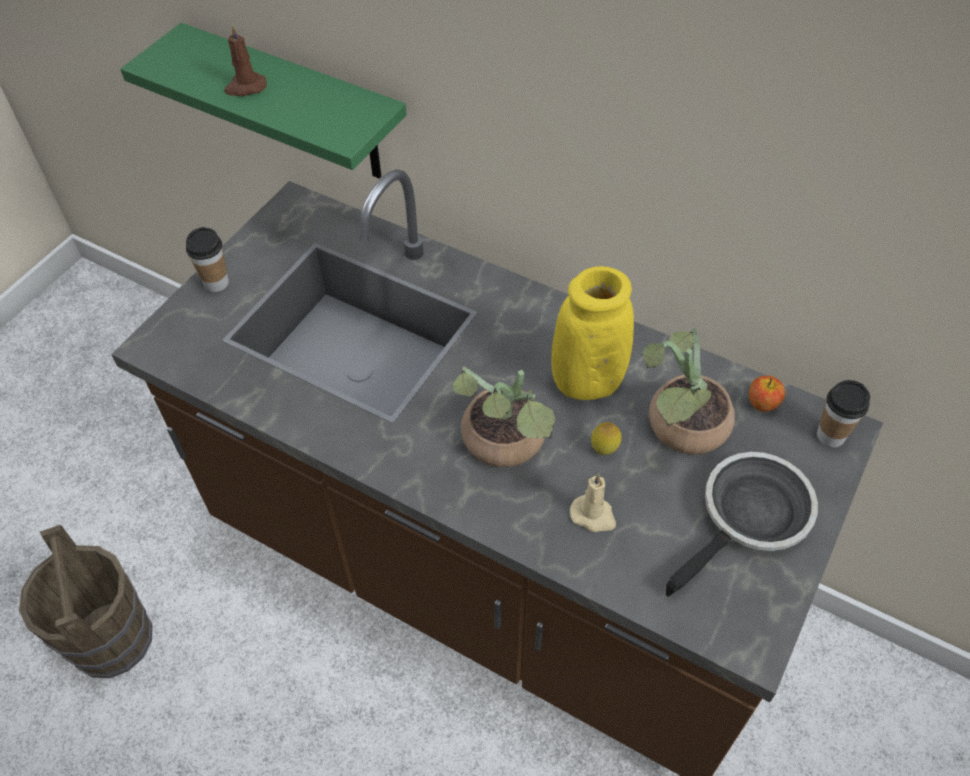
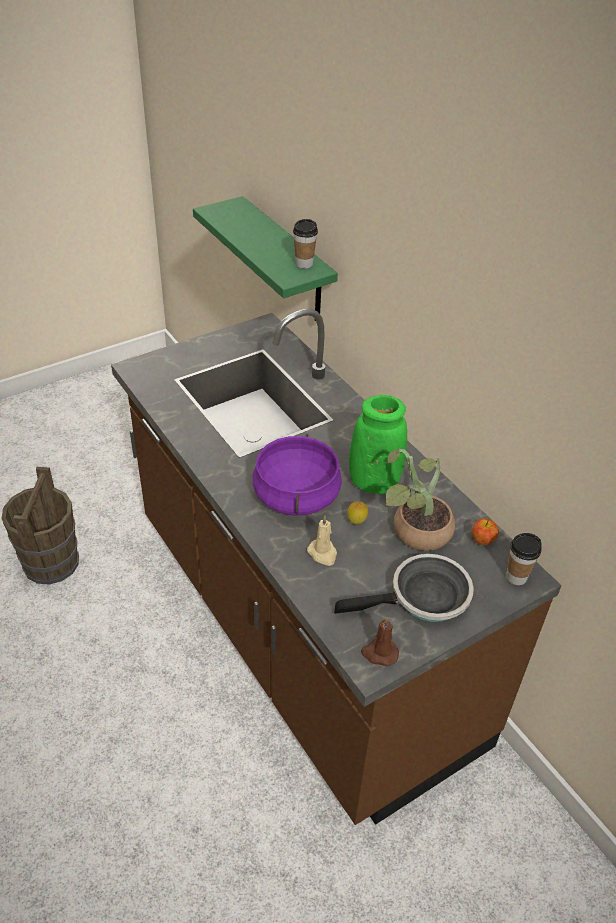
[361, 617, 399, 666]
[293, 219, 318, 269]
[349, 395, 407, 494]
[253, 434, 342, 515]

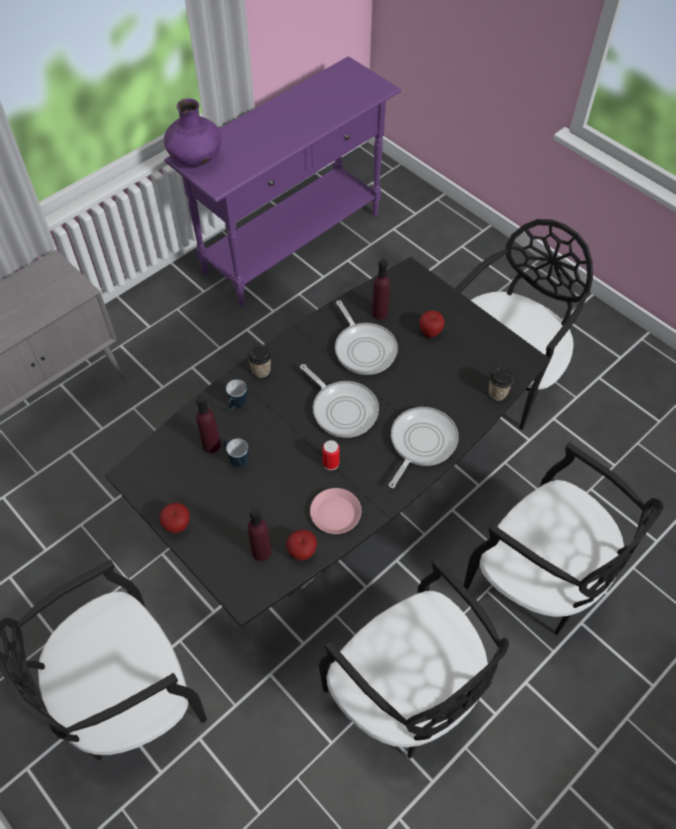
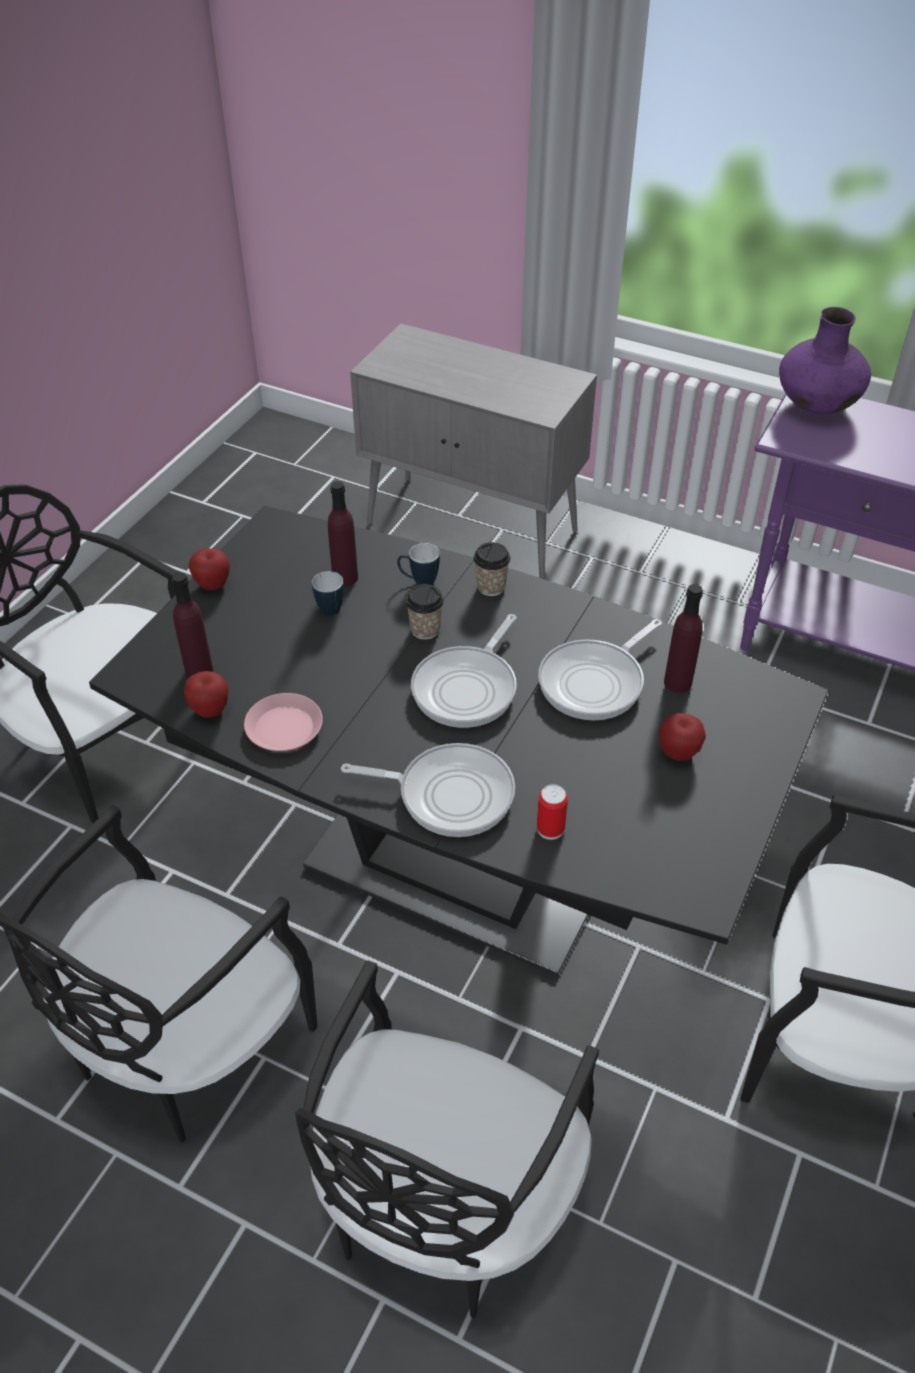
[405, 584, 444, 640]
[536, 784, 568, 840]

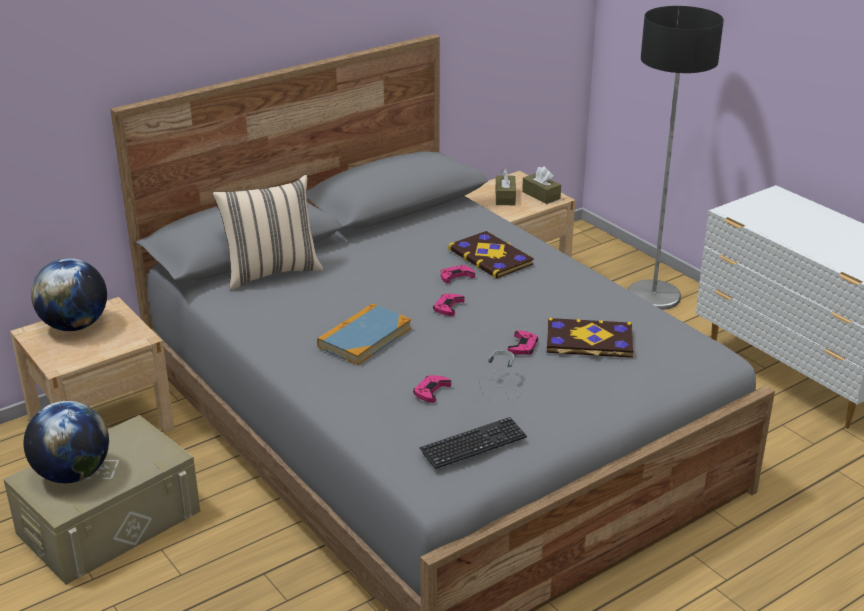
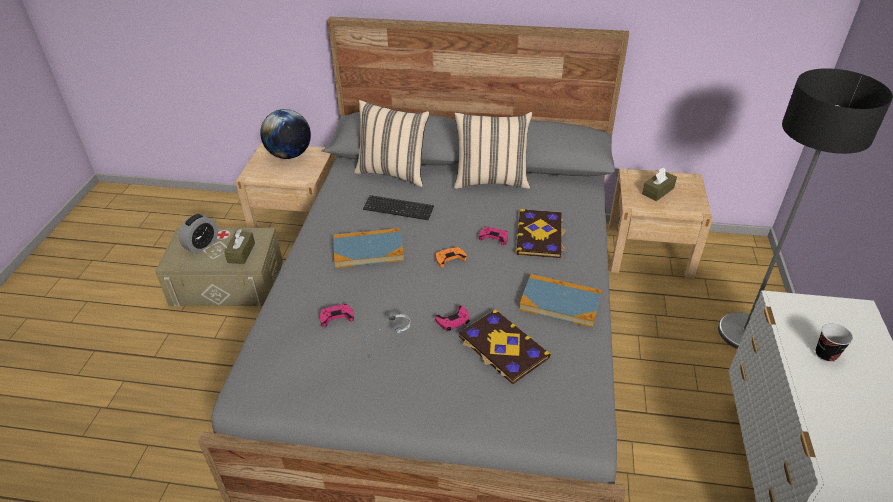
[224, 229, 255, 264]
[436, 247, 467, 267]
[178, 214, 218, 254]
[363, 195, 434, 220]
[454, 112, 532, 189]
[519, 274, 602, 328]
[816, 323, 853, 362]

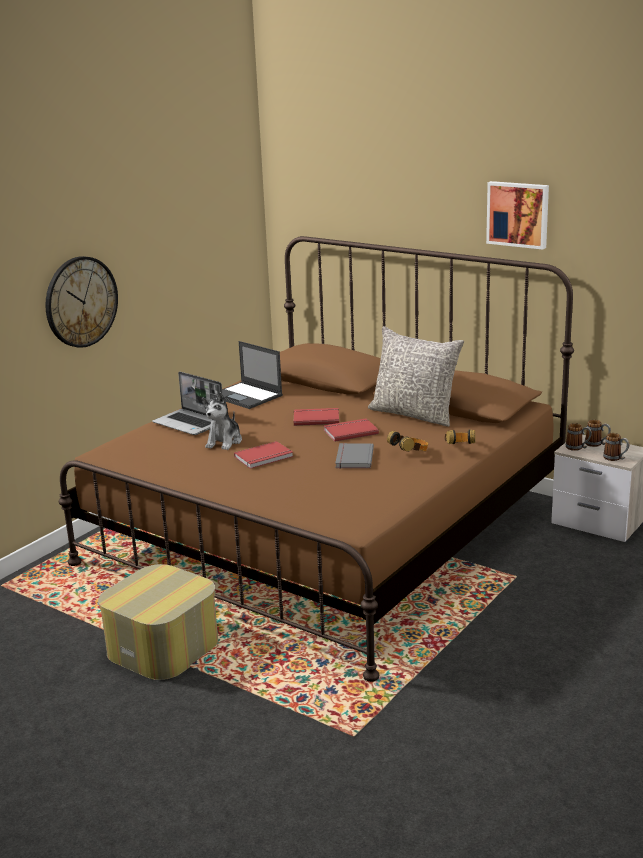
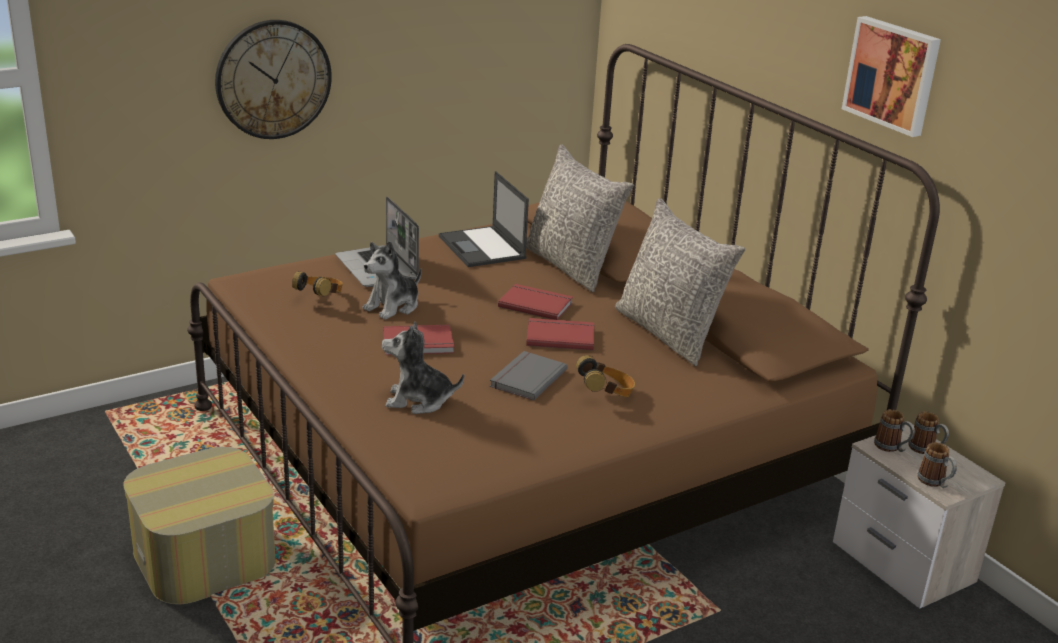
[292, 271, 343, 296]
[526, 144, 634, 292]
[382, 322, 464, 414]

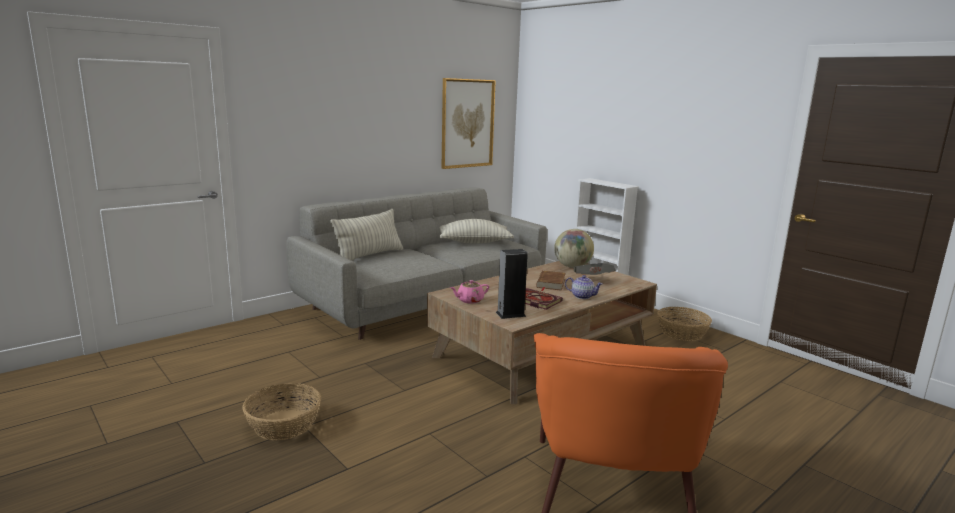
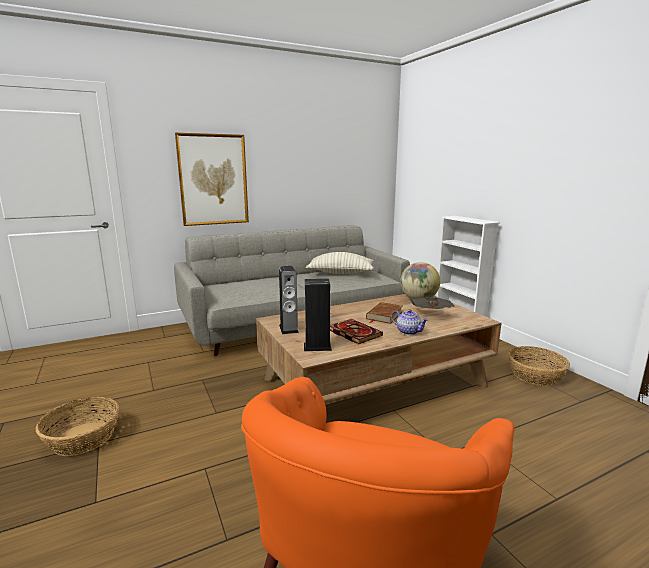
[175, 133, 249, 226]
[330, 209, 403, 260] (first image)
[279, 266, 299, 334]

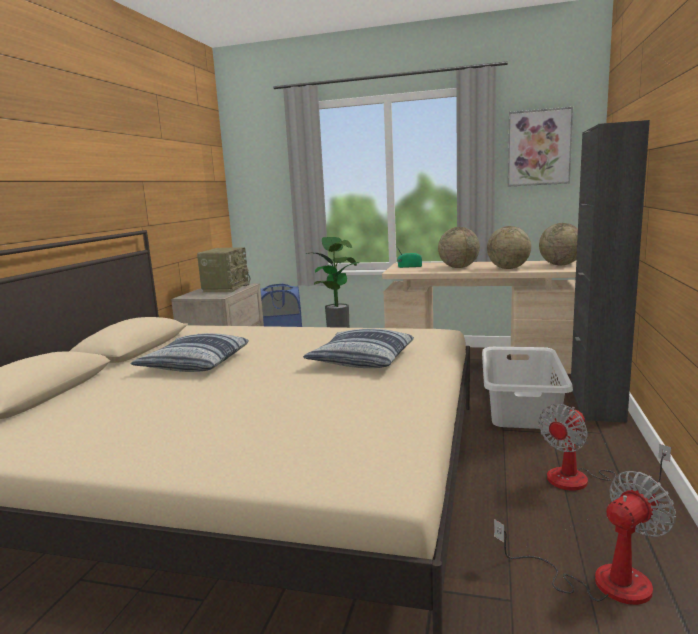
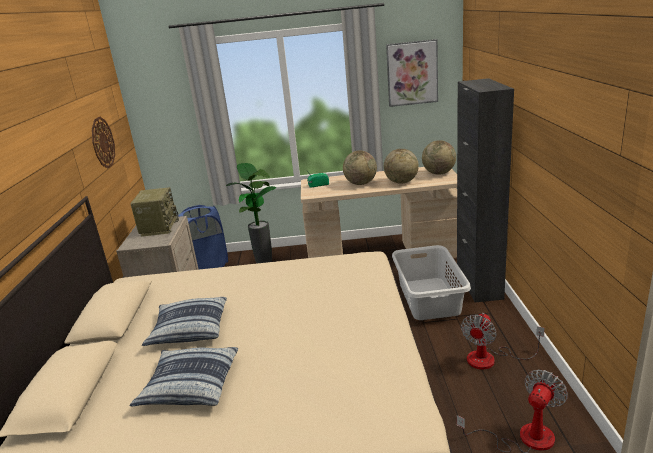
[129, 347, 238, 406]
[92, 117, 115, 168]

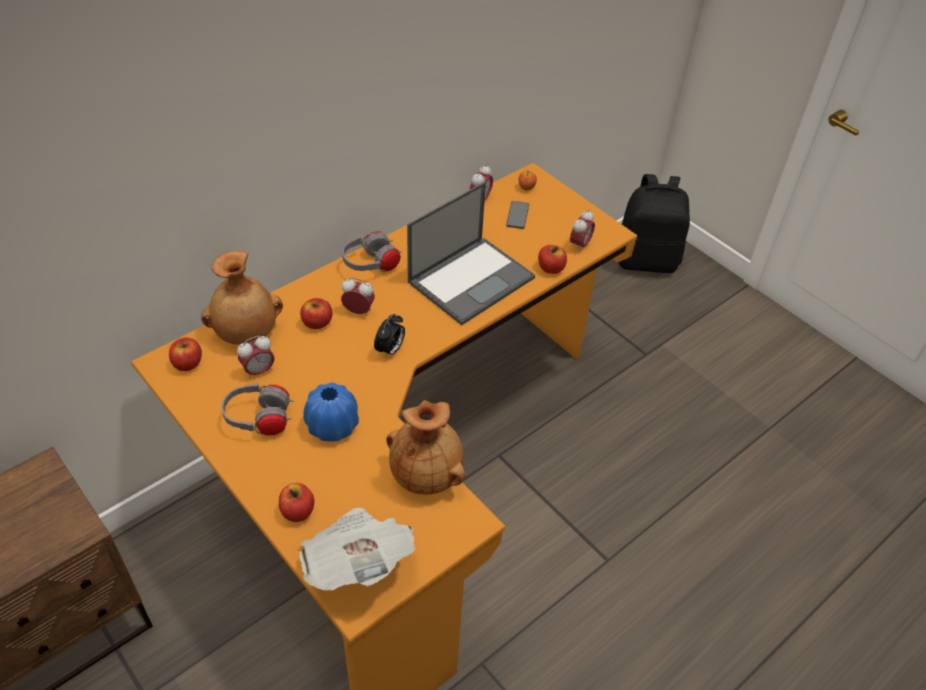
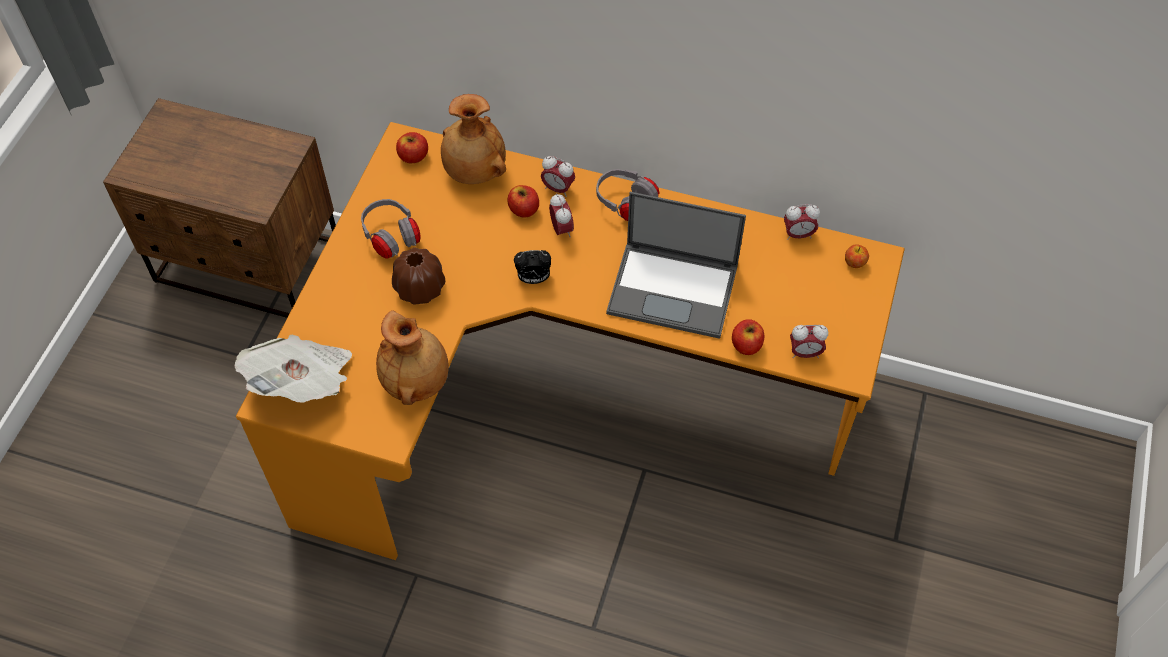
[618, 174, 690, 273] (first image)
[506, 201, 529, 229] (first image)
[541, 156, 575, 197]
[392, 247, 445, 304]
[279, 483, 314, 522] (first image)

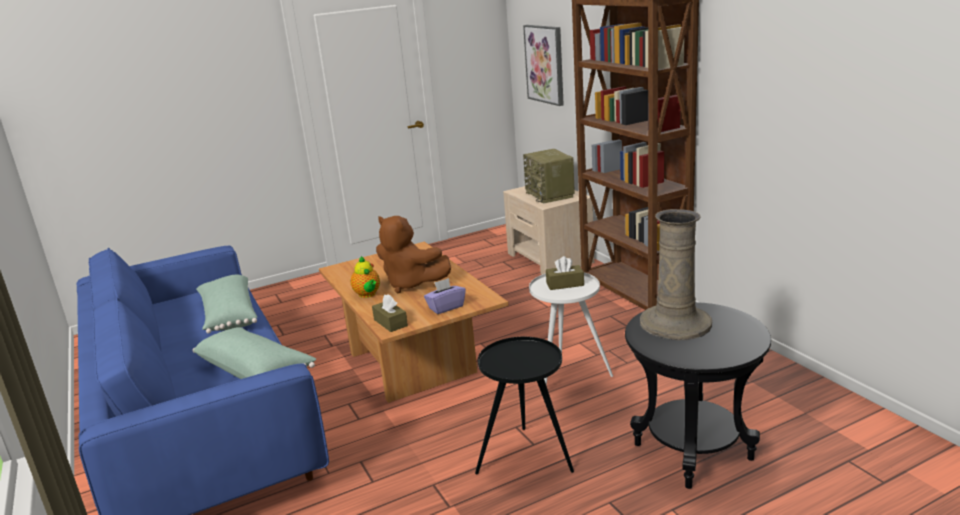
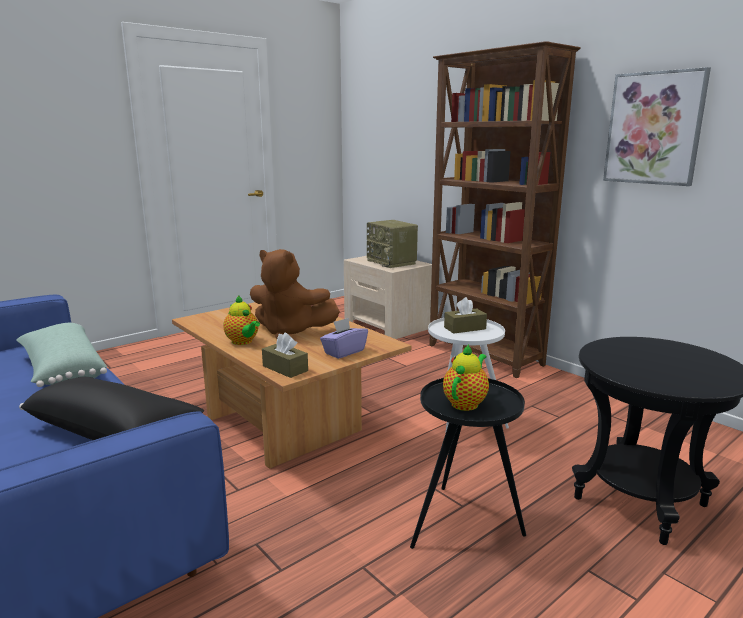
[603, 67, 711, 186]
[640, 209, 712, 340] (first image)
[19, 377, 204, 440]
[443, 344, 489, 411]

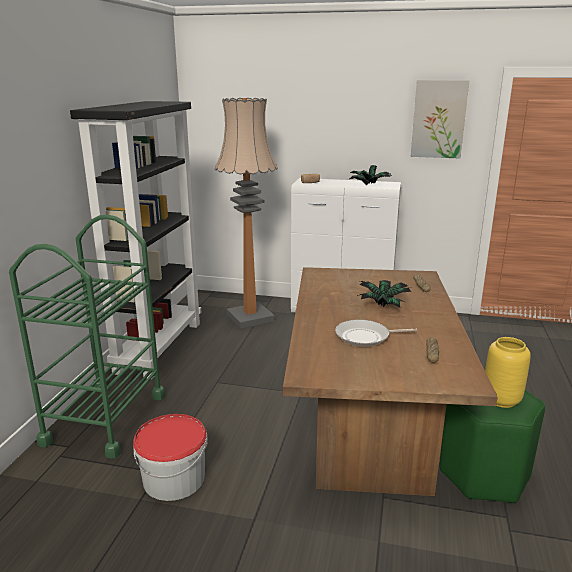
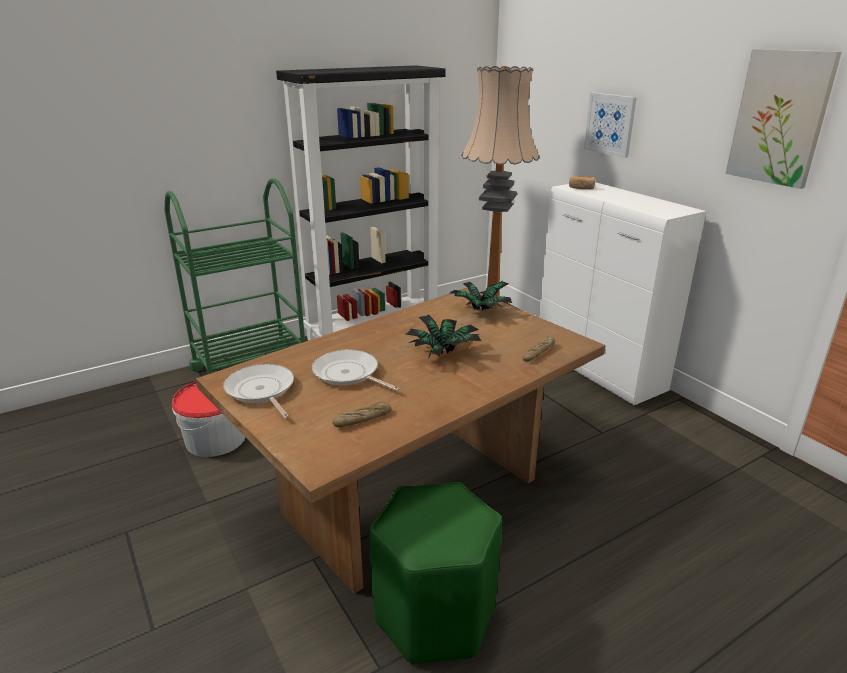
[450, 281, 512, 311]
[485, 337, 531, 408] (first image)
[584, 93, 637, 158]
[224, 364, 294, 419]

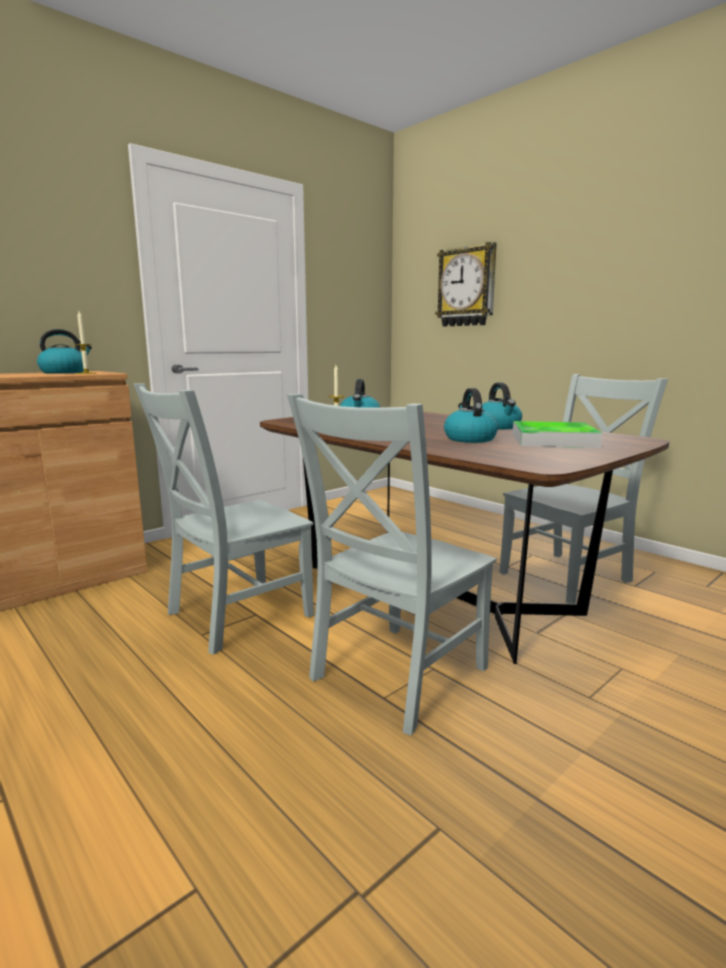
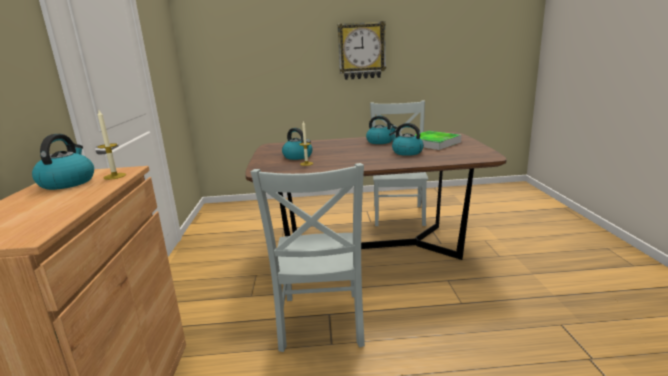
[338, 21, 386, 80]
[287, 394, 497, 736] (first image)

